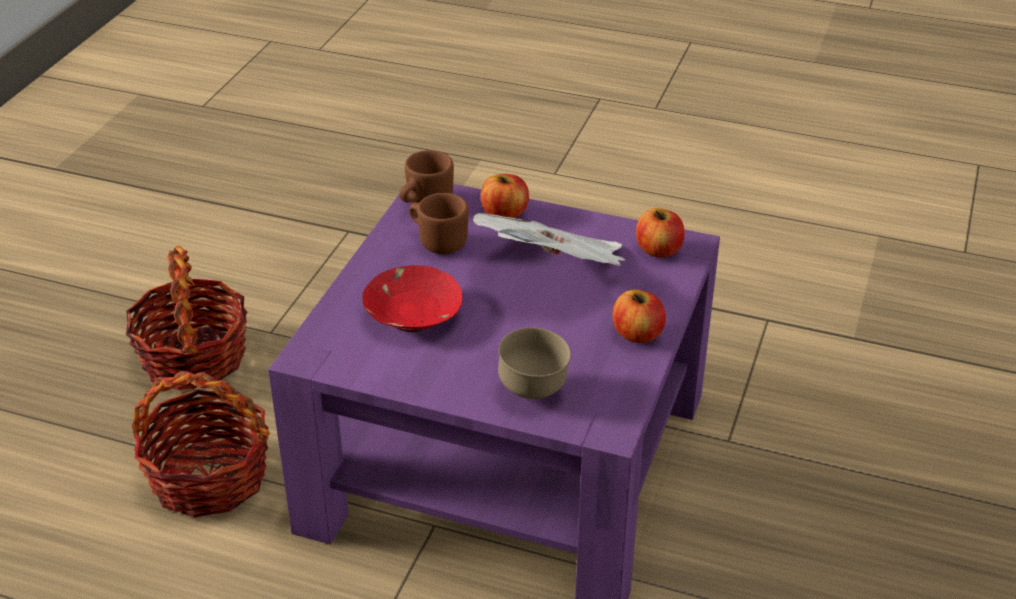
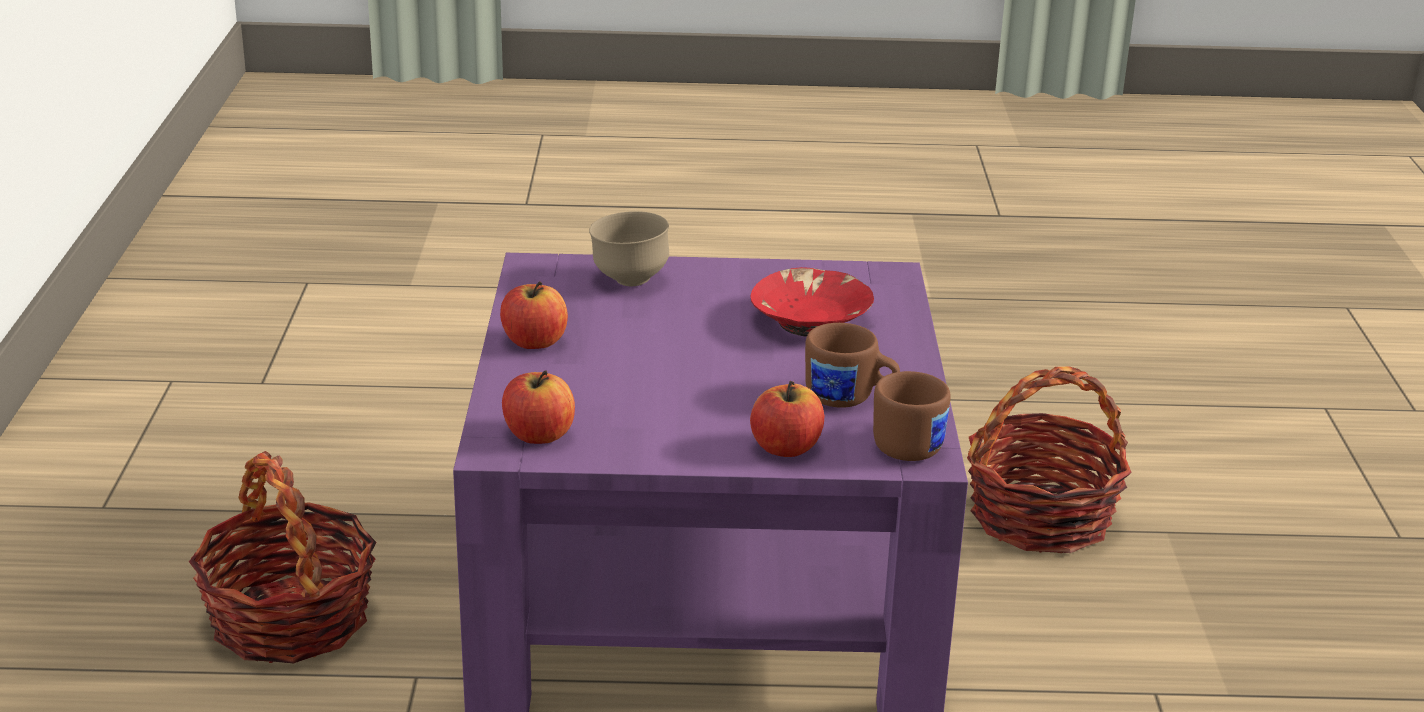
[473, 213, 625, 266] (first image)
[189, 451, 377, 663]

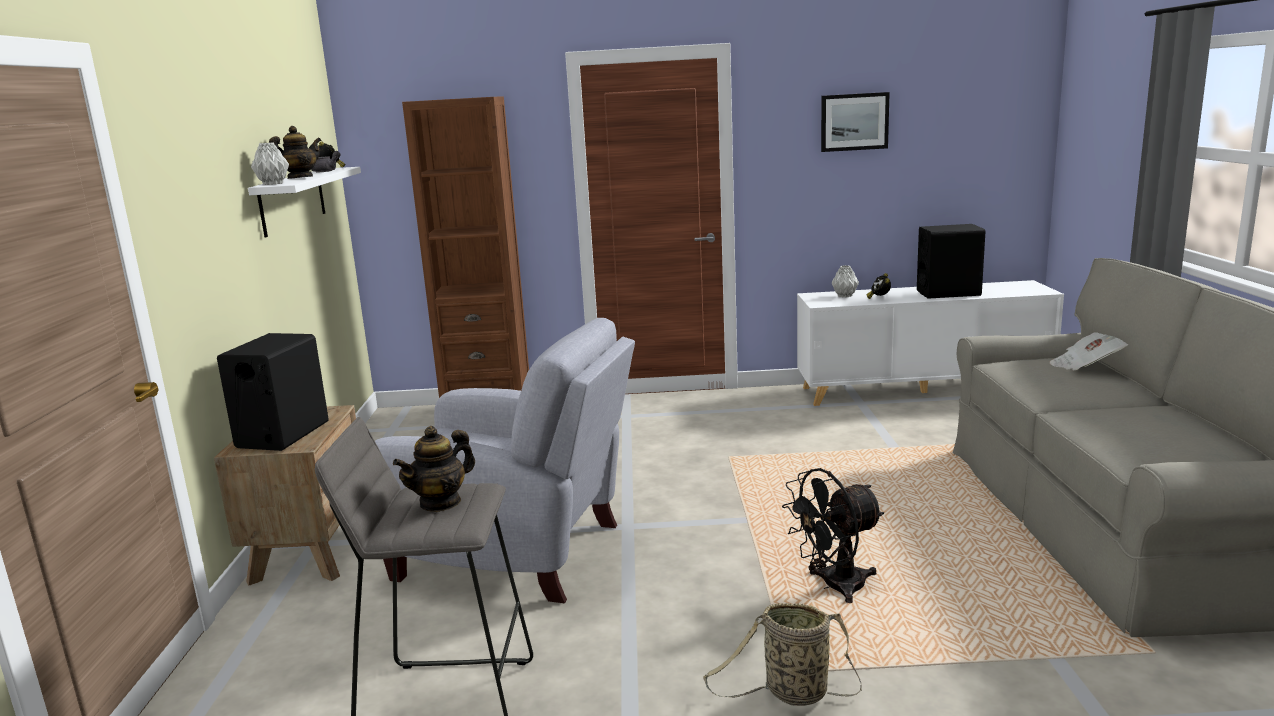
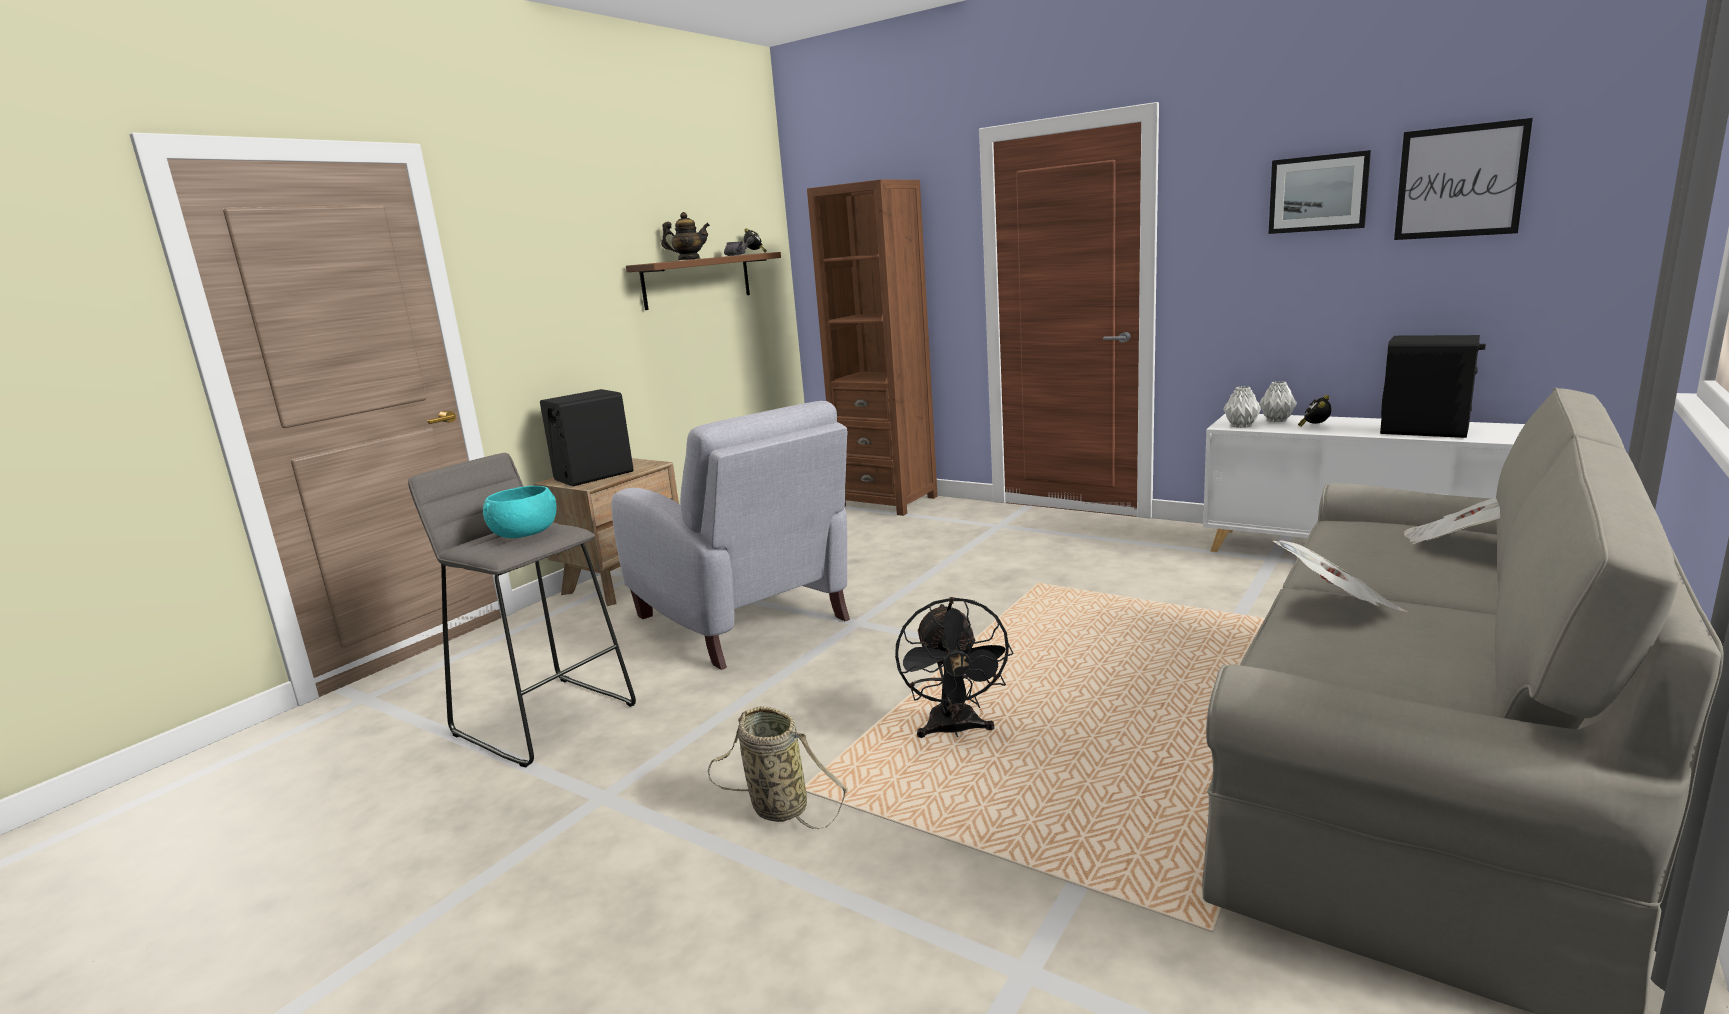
[1223, 386, 1261, 428]
[626, 252, 781, 310]
[483, 486, 556, 538]
[895, 597, 1013, 738]
[1394, 118, 1533, 240]
[1273, 540, 1407, 612]

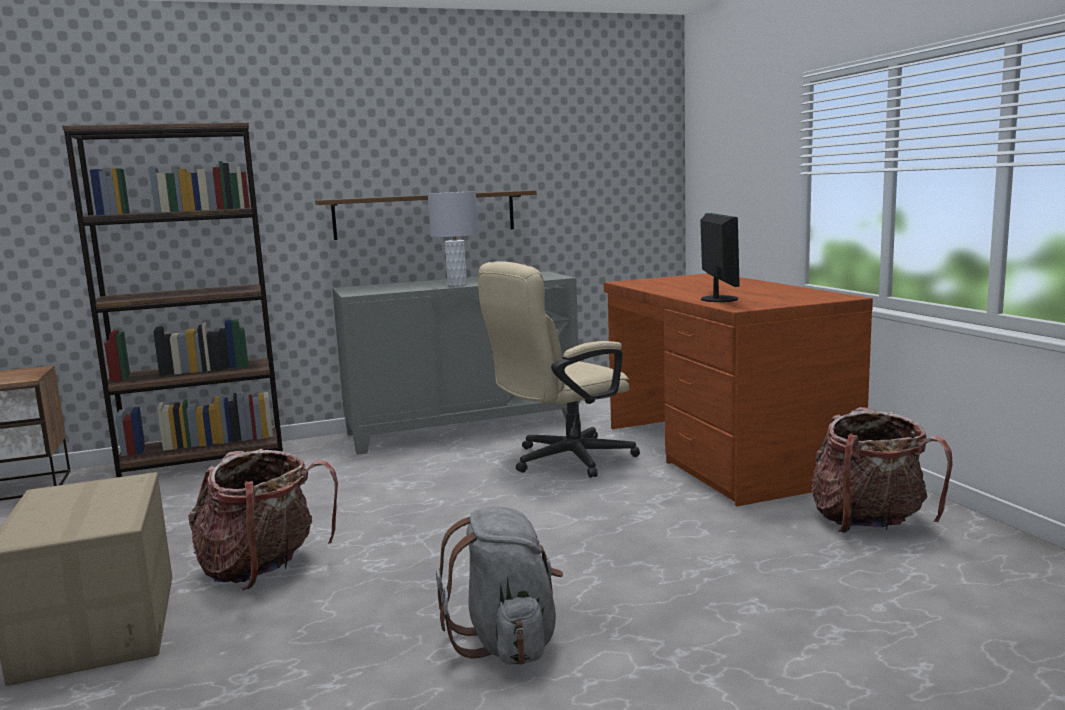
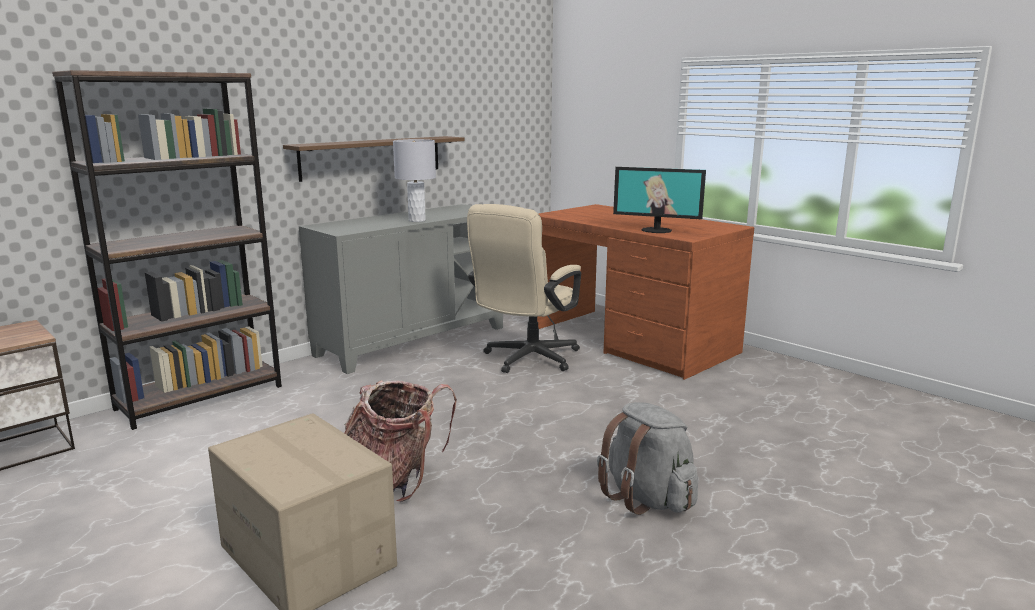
[613, 167, 706, 233]
[812, 407, 953, 533] (first image)

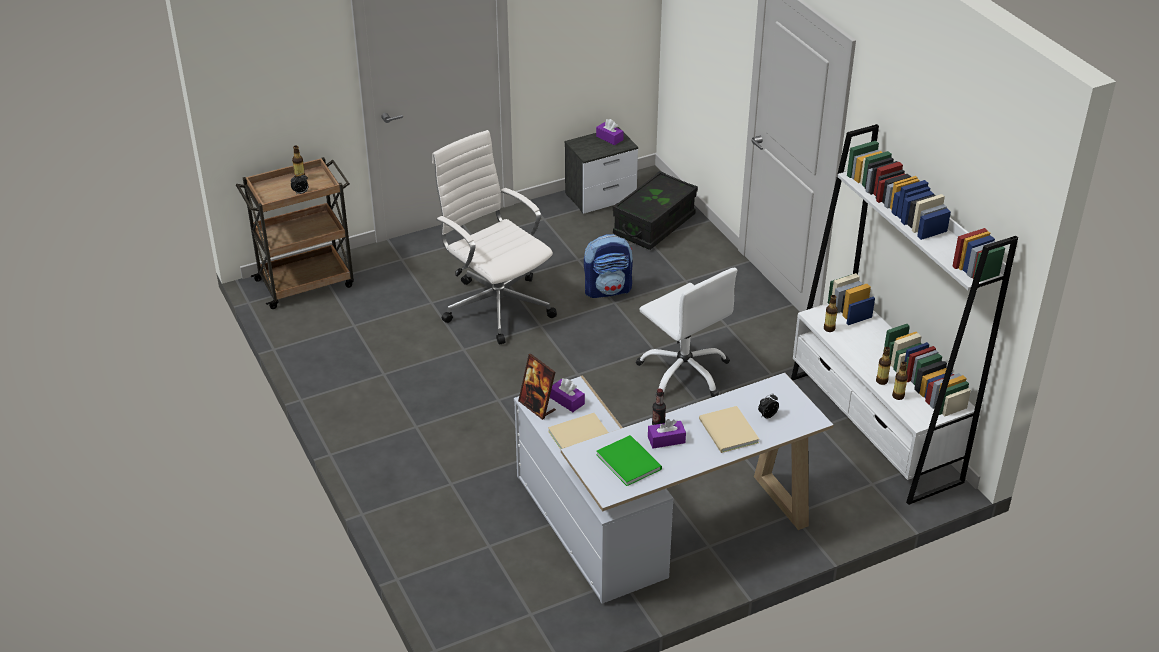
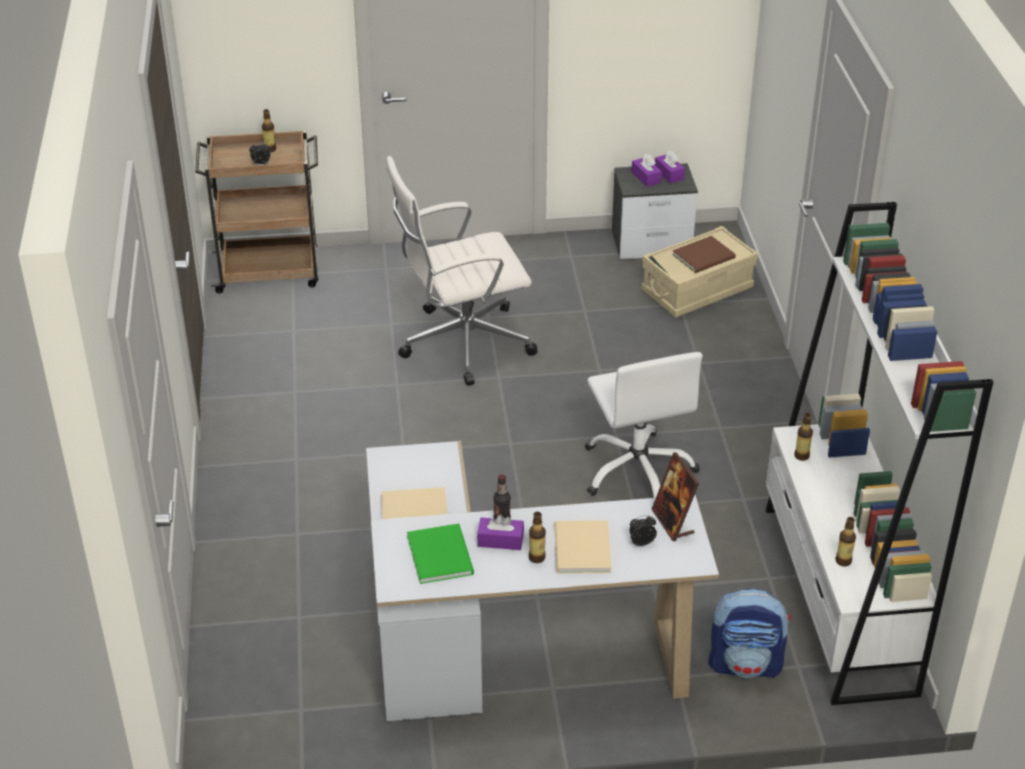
[386, 156, 538, 386]
[641, 226, 758, 317]
[708, 589, 791, 678]
[529, 512, 546, 563]
[651, 452, 699, 541]
[632, 154, 662, 187]
[672, 236, 736, 273]

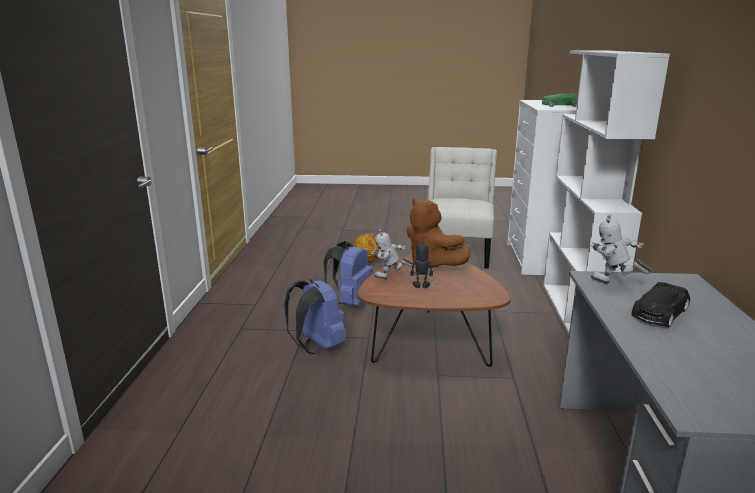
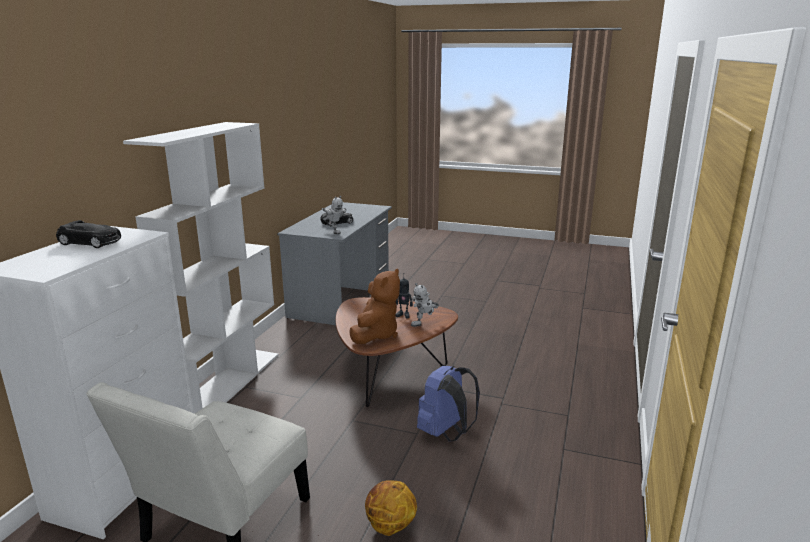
[56, 220, 121, 248]
[349, 268, 400, 344]
[411, 283, 439, 327]
[284, 279, 346, 354] (first image)

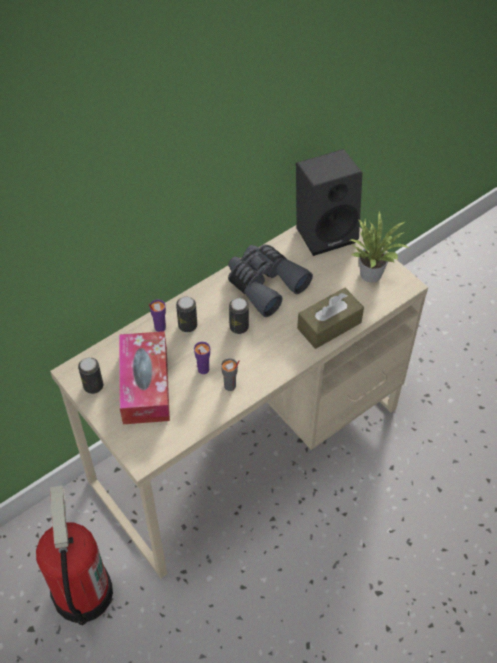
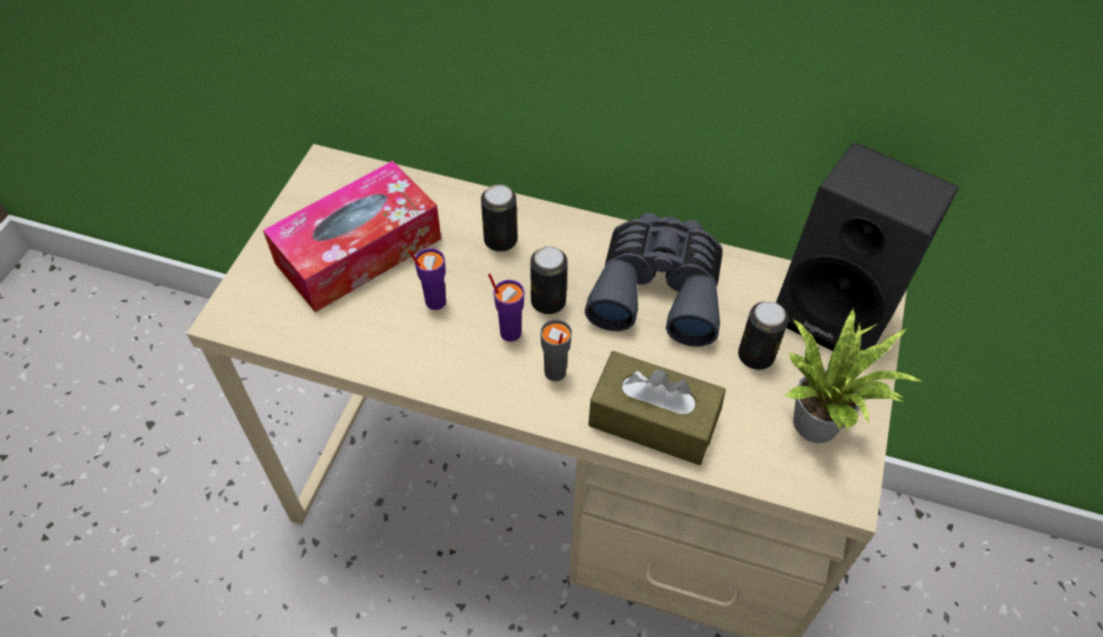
[488, 274, 525, 342]
[738, 301, 789, 370]
[540, 319, 572, 381]
[36, 485, 113, 626] (first image)

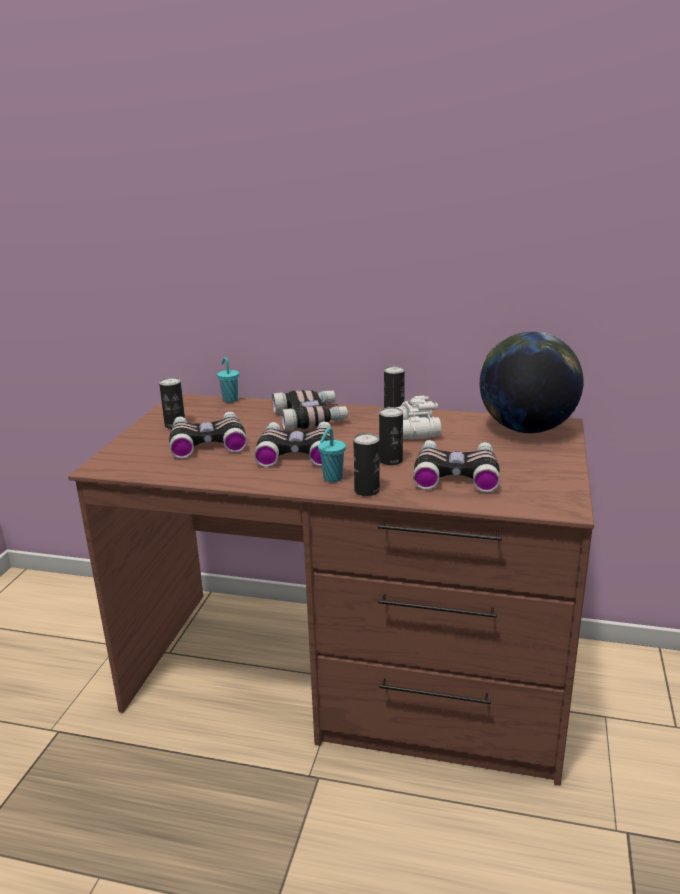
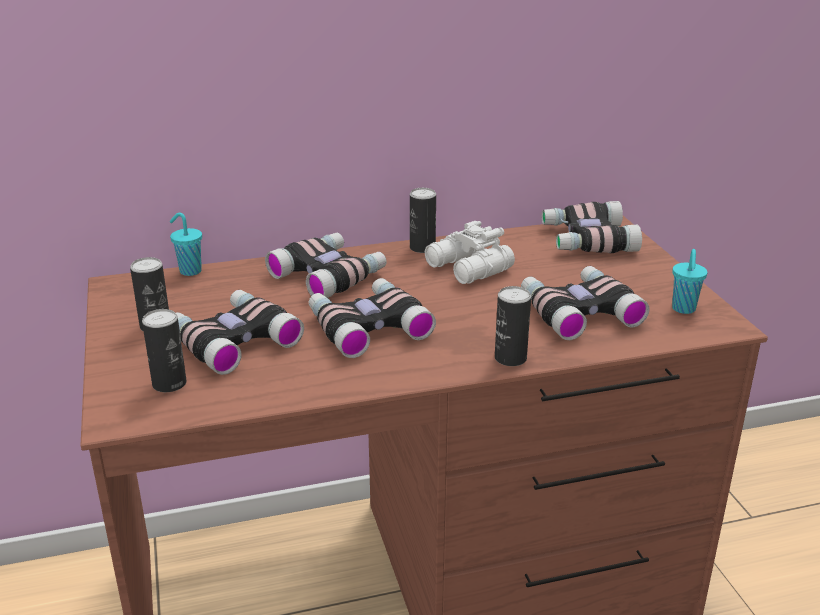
[542, 201, 642, 253]
[142, 309, 187, 392]
[672, 249, 707, 314]

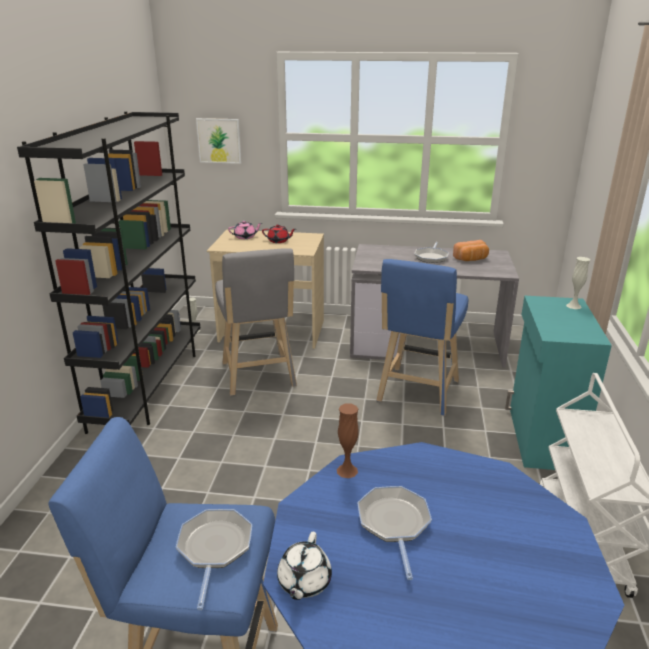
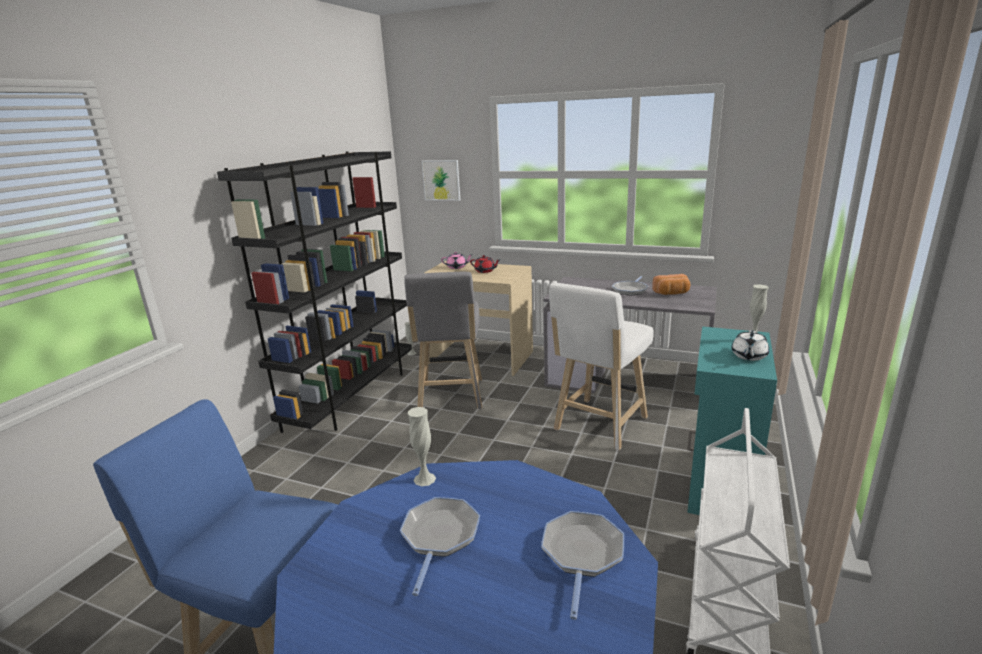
[549, 283, 654, 450]
[408, 407, 436, 486]
[541, 511, 624, 620]
[731, 330, 769, 361]

